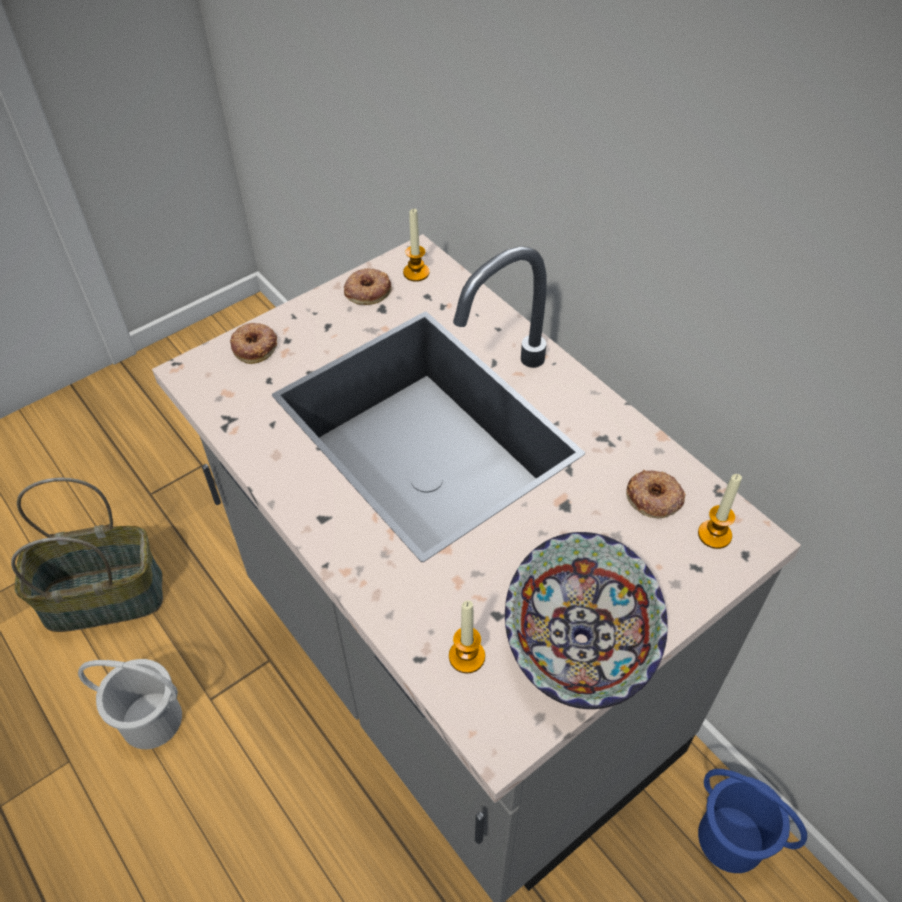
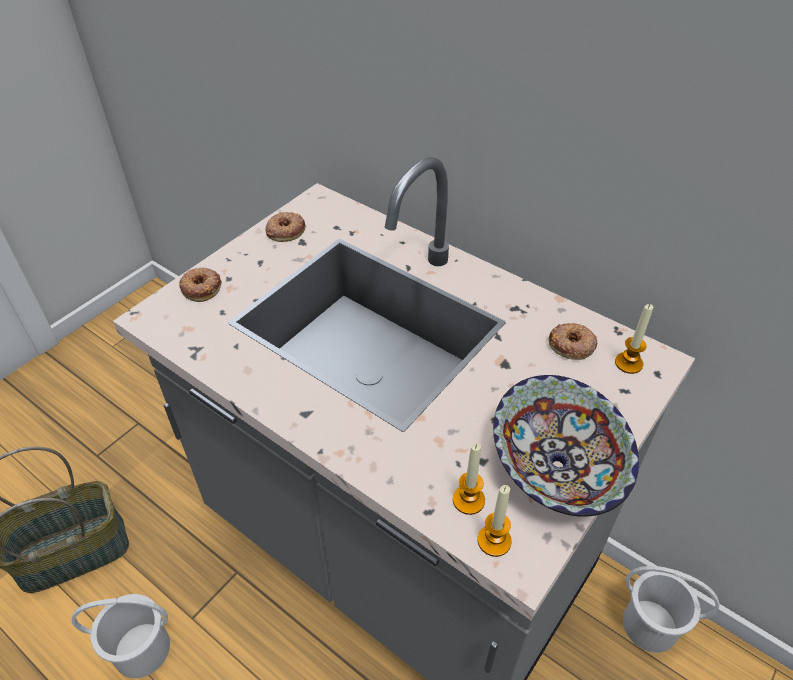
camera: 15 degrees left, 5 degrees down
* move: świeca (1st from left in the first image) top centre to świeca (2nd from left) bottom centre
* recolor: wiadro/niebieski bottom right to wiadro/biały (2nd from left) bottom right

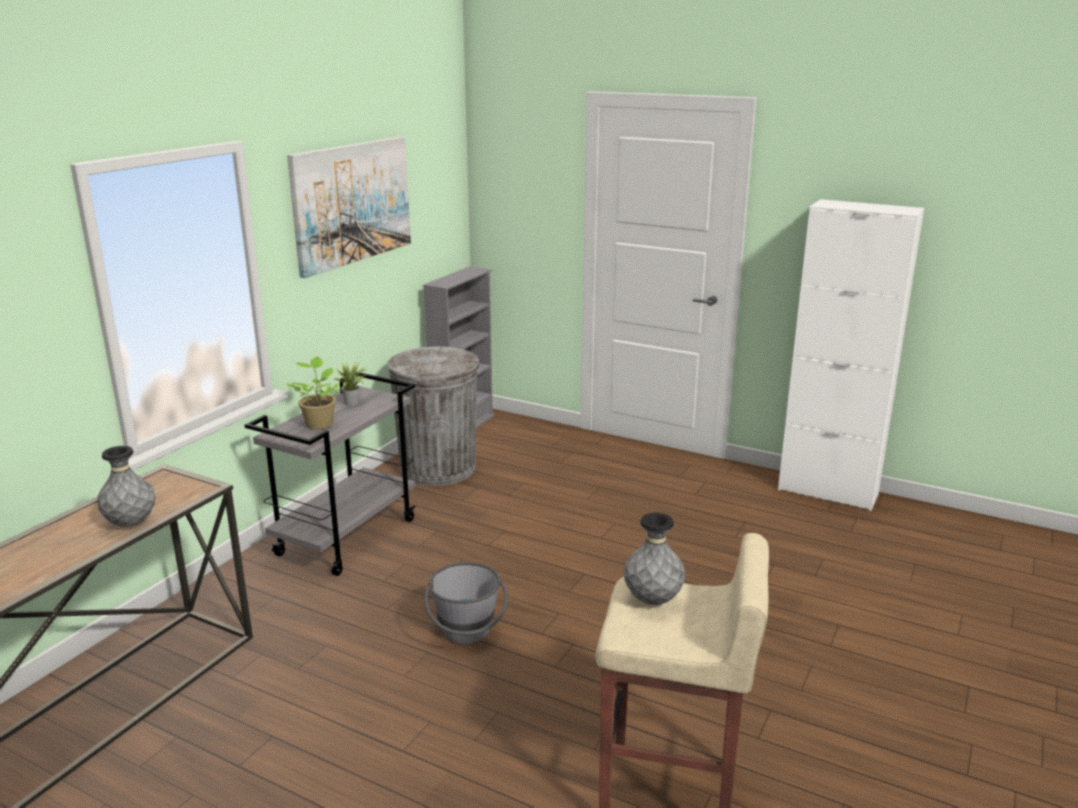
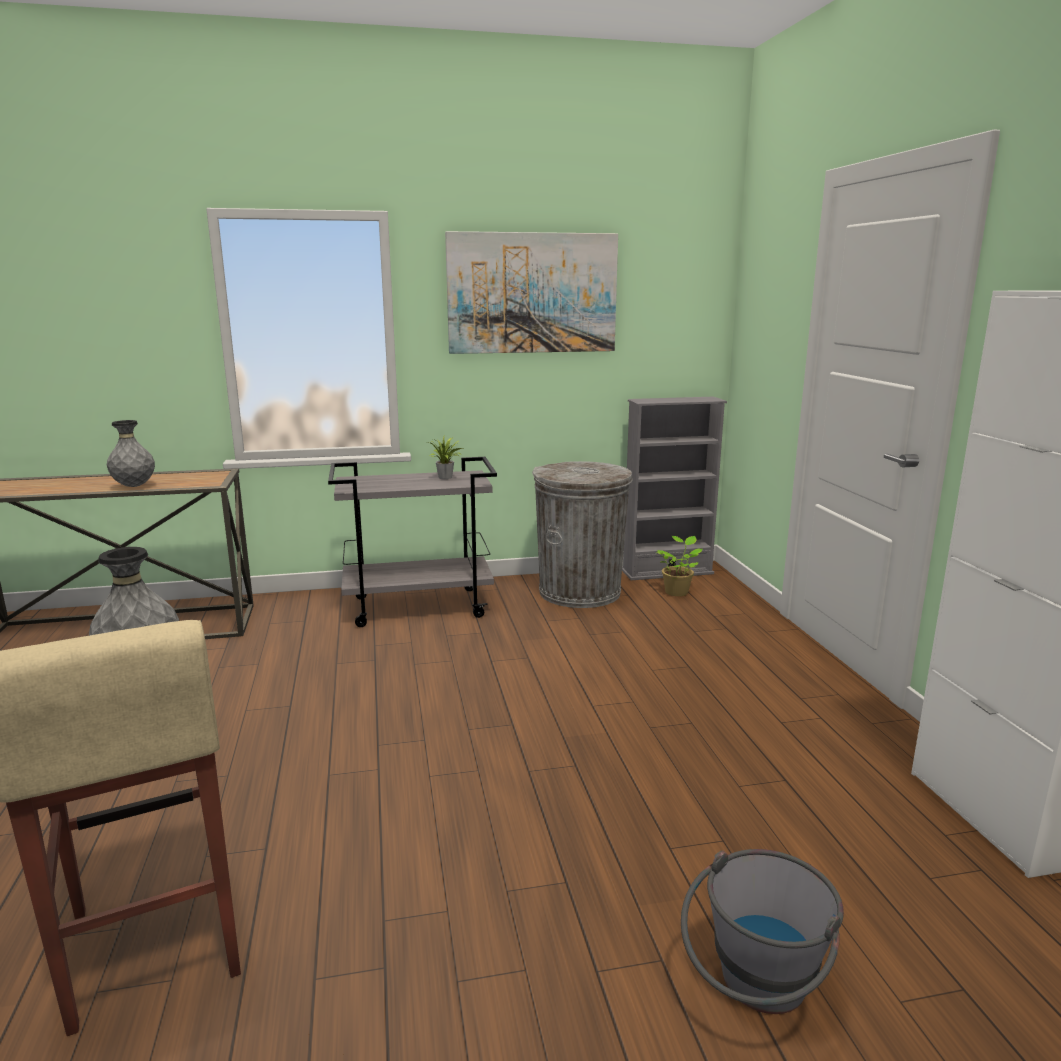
camera: 50 degrees right, 5 degrees down
* move: roślina doniczkowa (1st from left in the first image) middle left to roślina doniczkowa (2nd from left) centre
* move: wiadro/szary bottom centre to bottom right

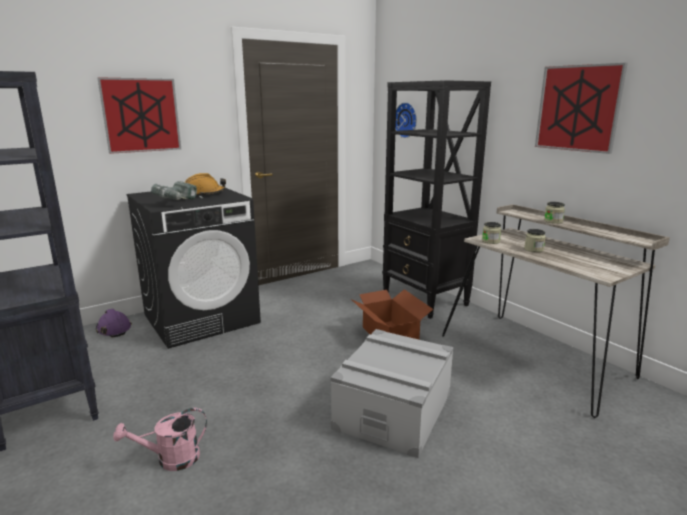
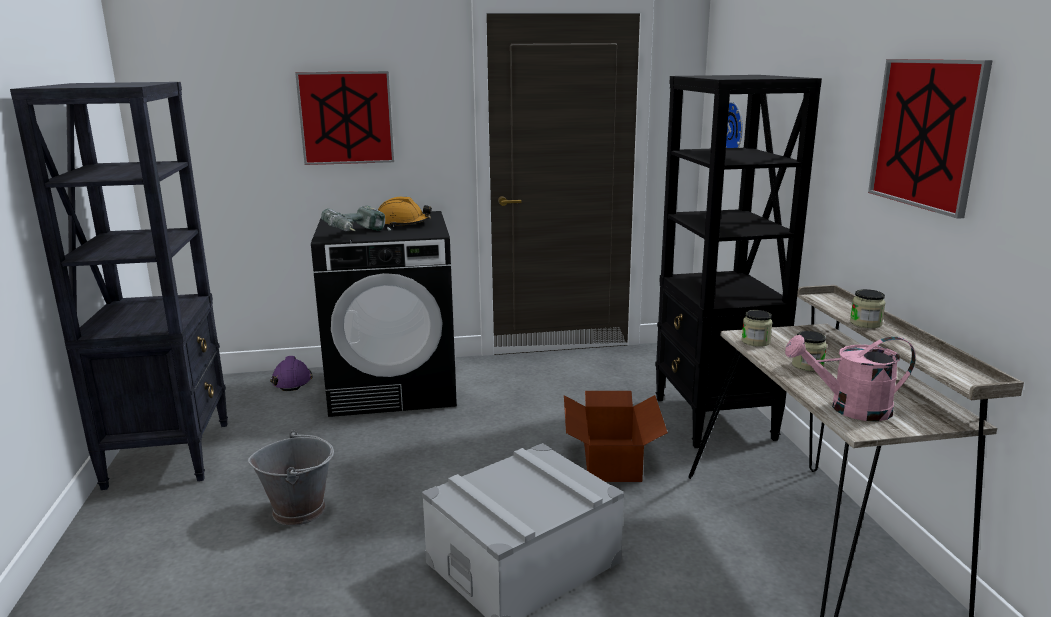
camera: 25 degrees right, 0 degrees up
* insert: wiadro/szary bottom left
* move: konewka/różowy bottom left to middle right

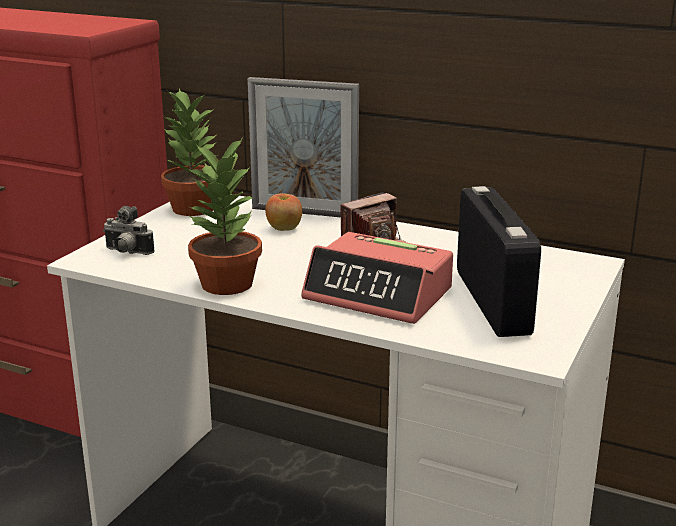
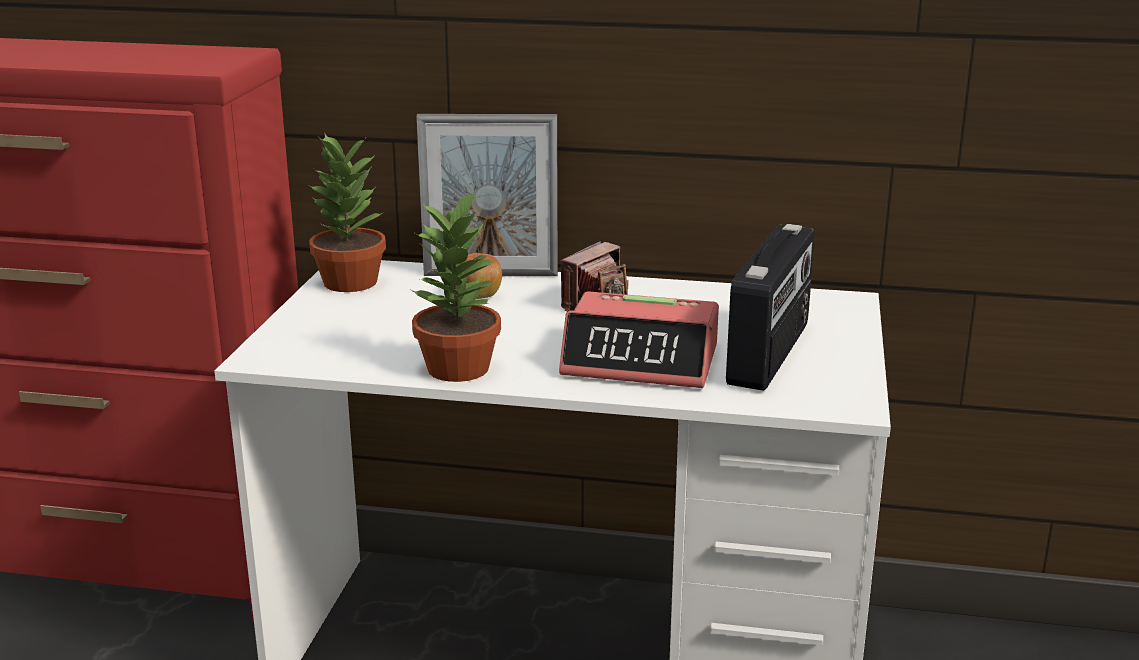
camera: 15 degrees left, 0 degrees up
* rotate: radio middle right = middle right 45 degrees clockwise
* delete: aparat fotograficzny (1st from left) middle left

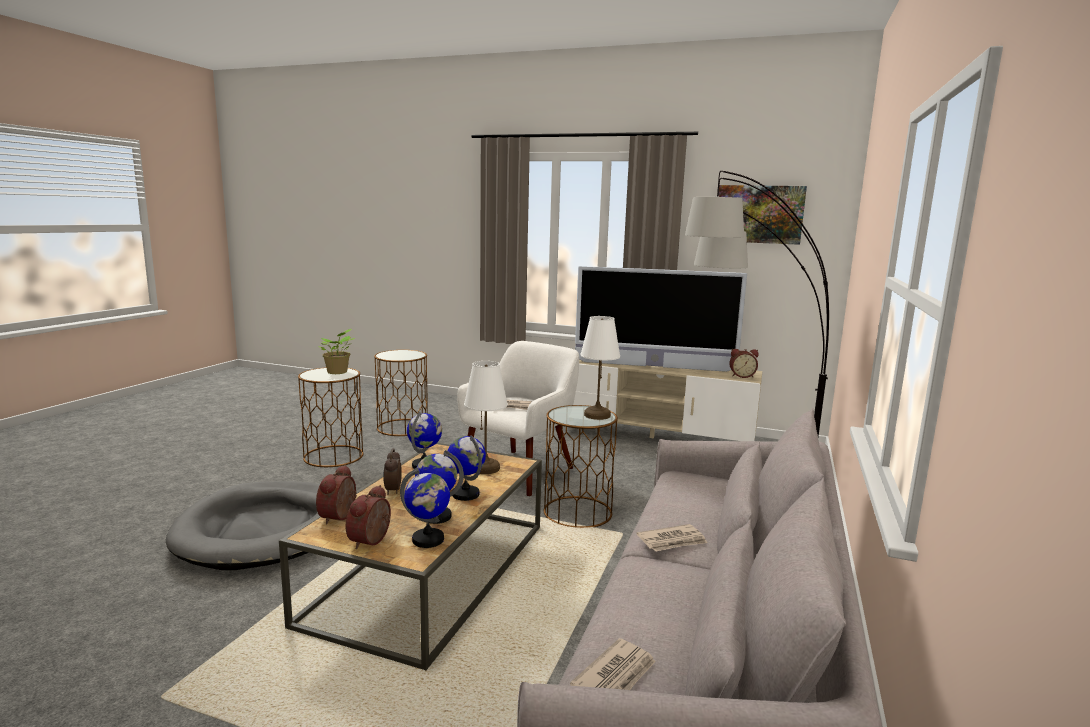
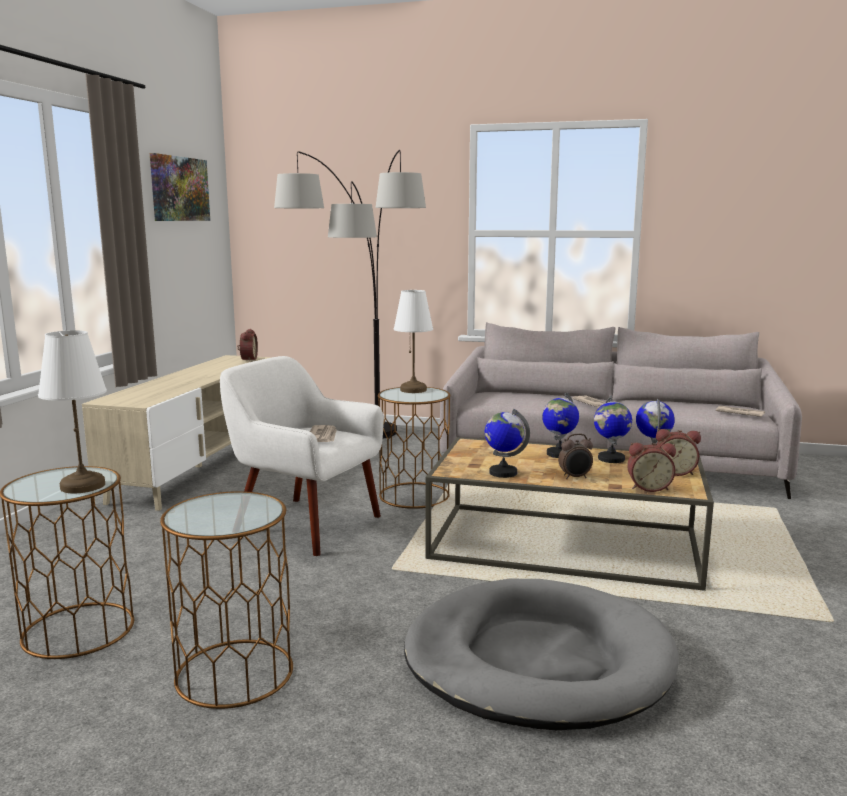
camera: 95 degrees left, 0 degrees up
* move: lampa stołowa/biały (1st from left) centre to middle left
* delete: roślina doniczkowa middle left
* delete: telewizor centre

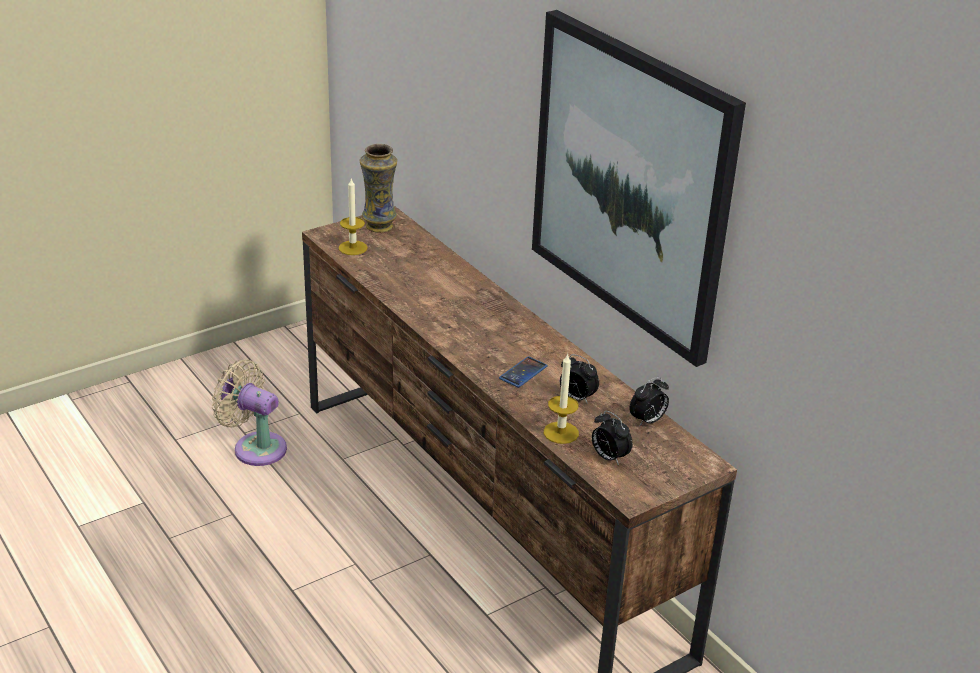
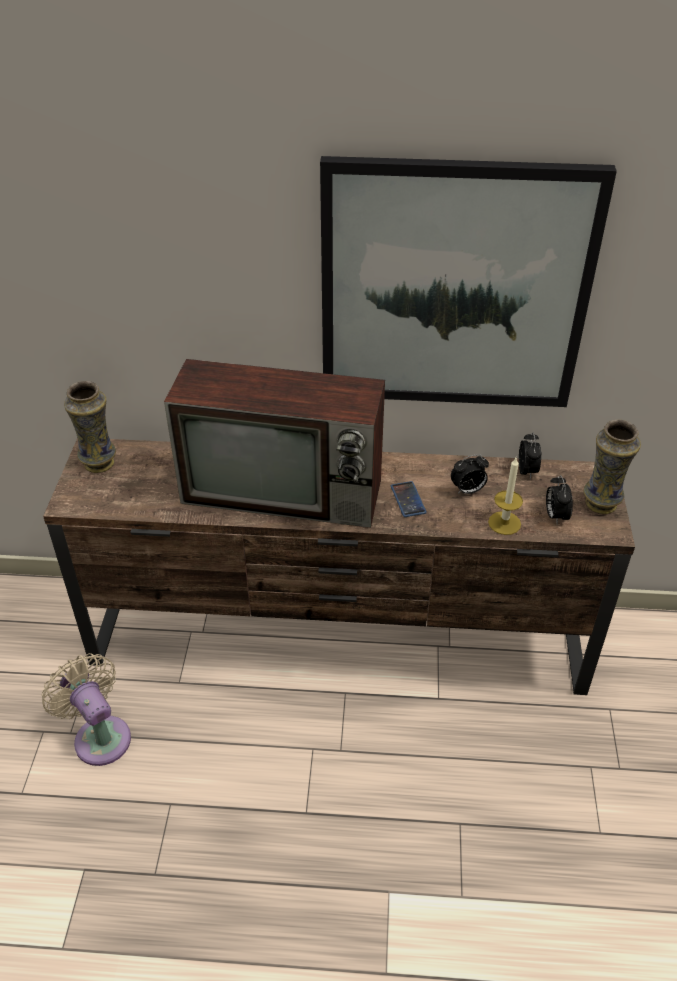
camera: 50 degrees left, 10 degrees up
* rotate: wentylator/beżowy middle left = bottom left 75 degrees clockwise
* insert: telewizor centre
* rotate: budzik (2nd from left in the first image) centre = middle right 90 degrees clockwise
* insert: wazon (2nd from left) middle right
* delete: świeca (1st from left) top centre

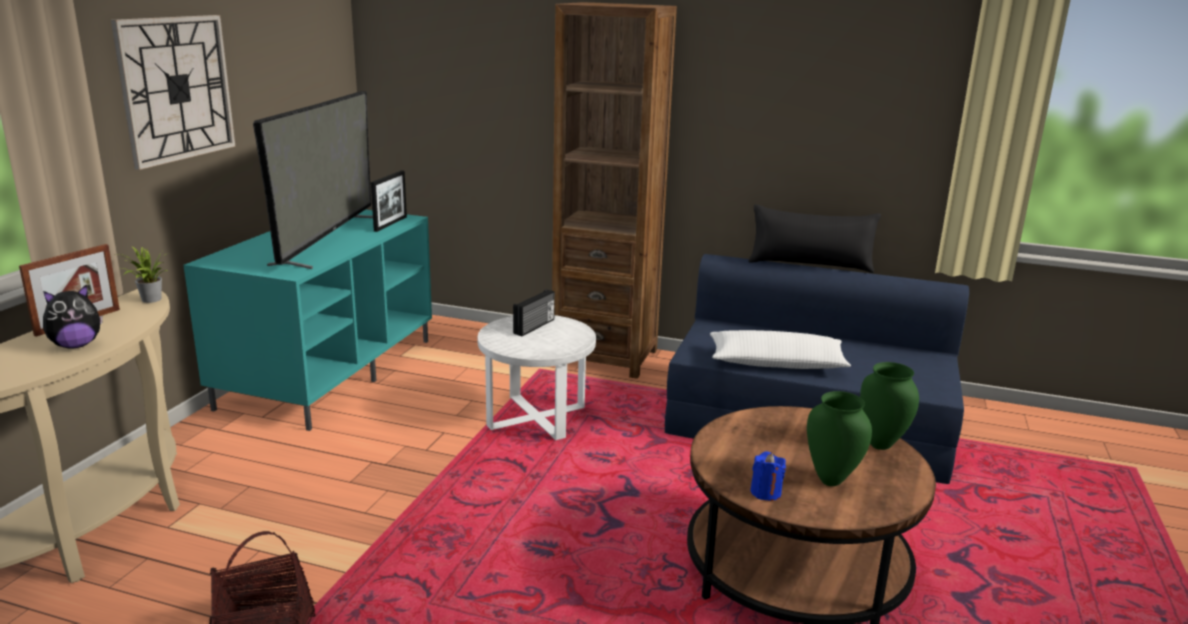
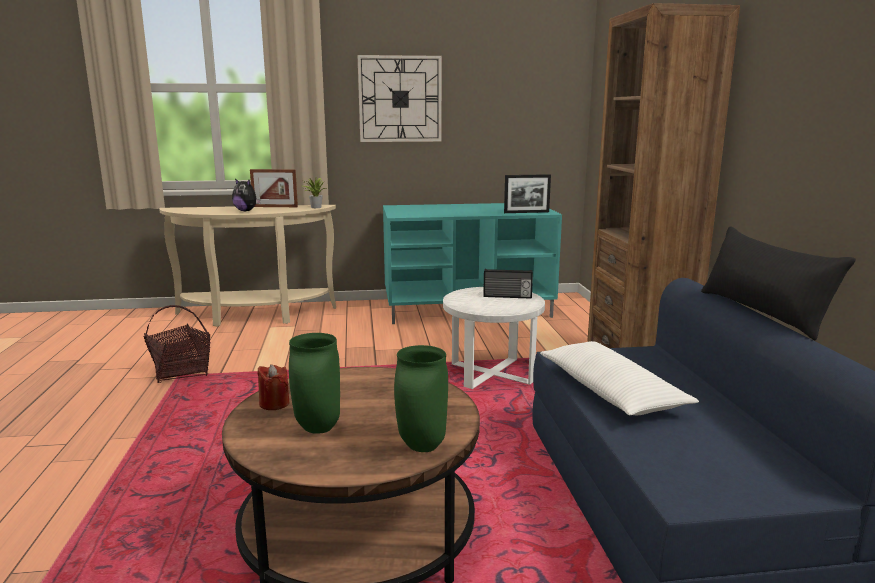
camera: 65 degrees right, 5 degrees down
* recolor: świeca/niebieski bottom centre to świeca/czerwony middle left
* delete: telewizor top left

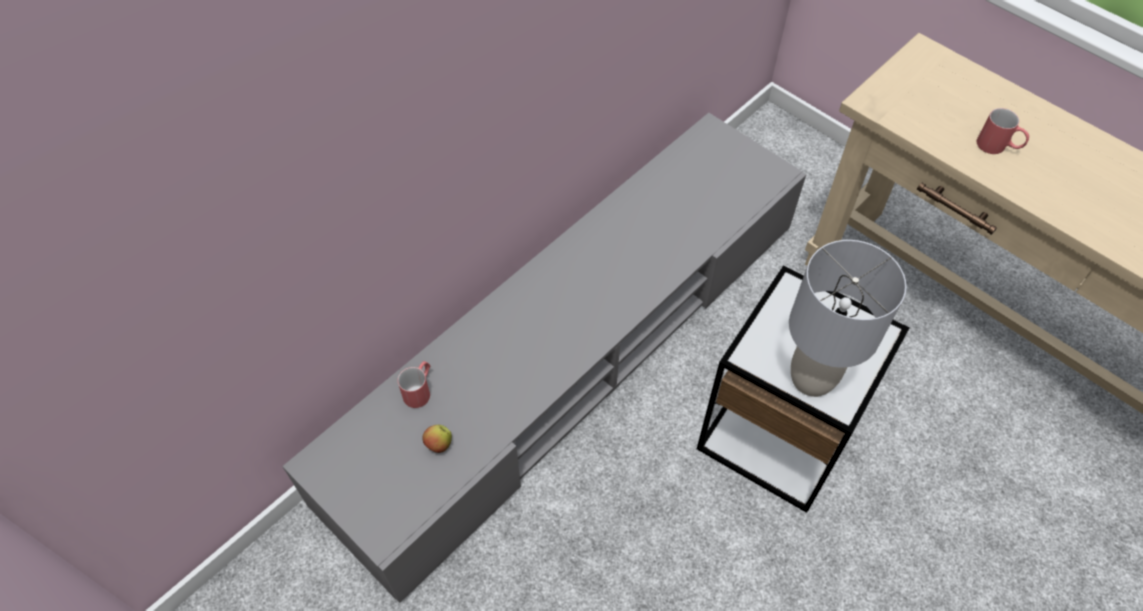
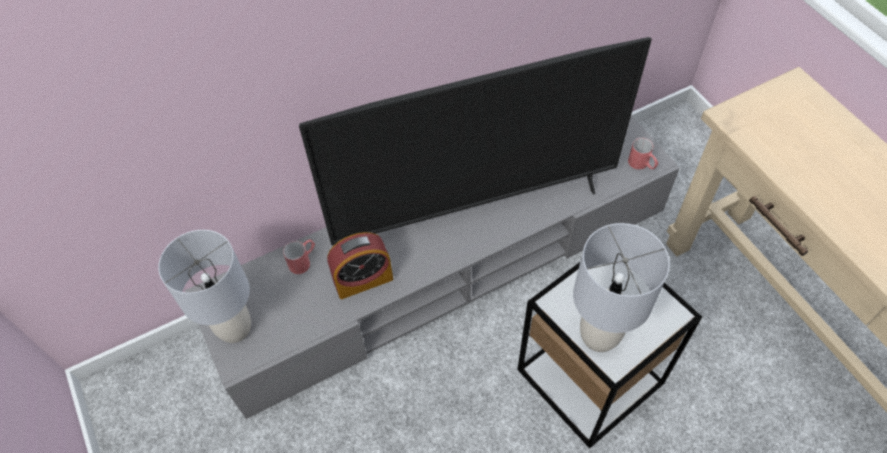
camera: 20 degrees right, 0 degrees up
* insert: lampa stołowa/szary (1st from left) middle left
* insert: telewizor top centre
* insert: budzik centre
* move: kubek/czerwony (2nd from left) top right to middle right
* delete: jabłko bottom centre

